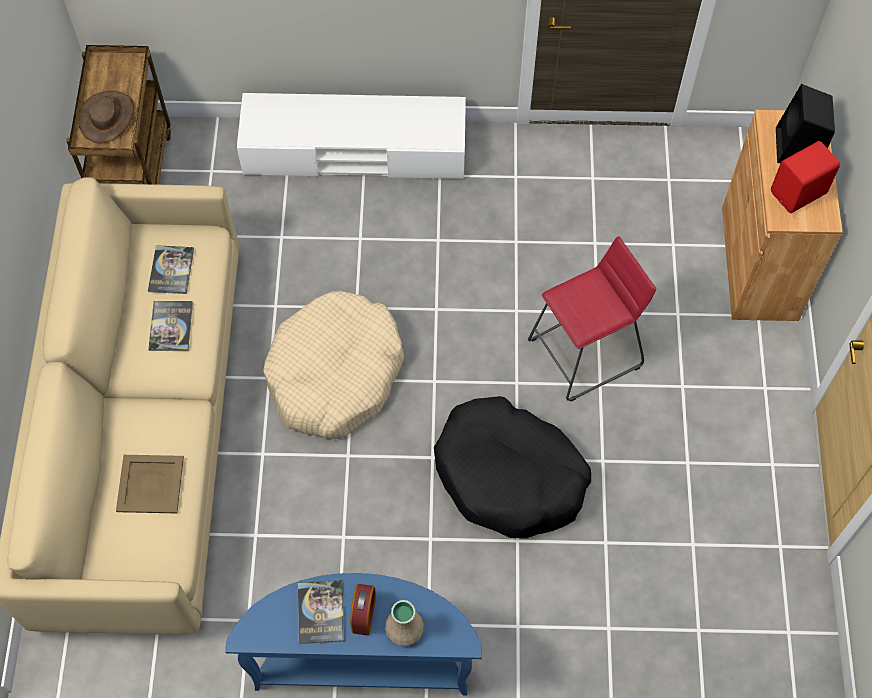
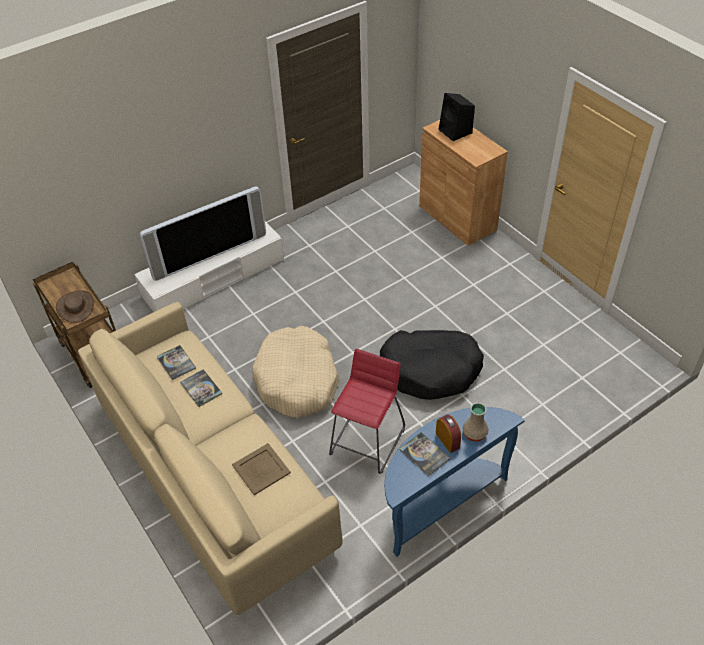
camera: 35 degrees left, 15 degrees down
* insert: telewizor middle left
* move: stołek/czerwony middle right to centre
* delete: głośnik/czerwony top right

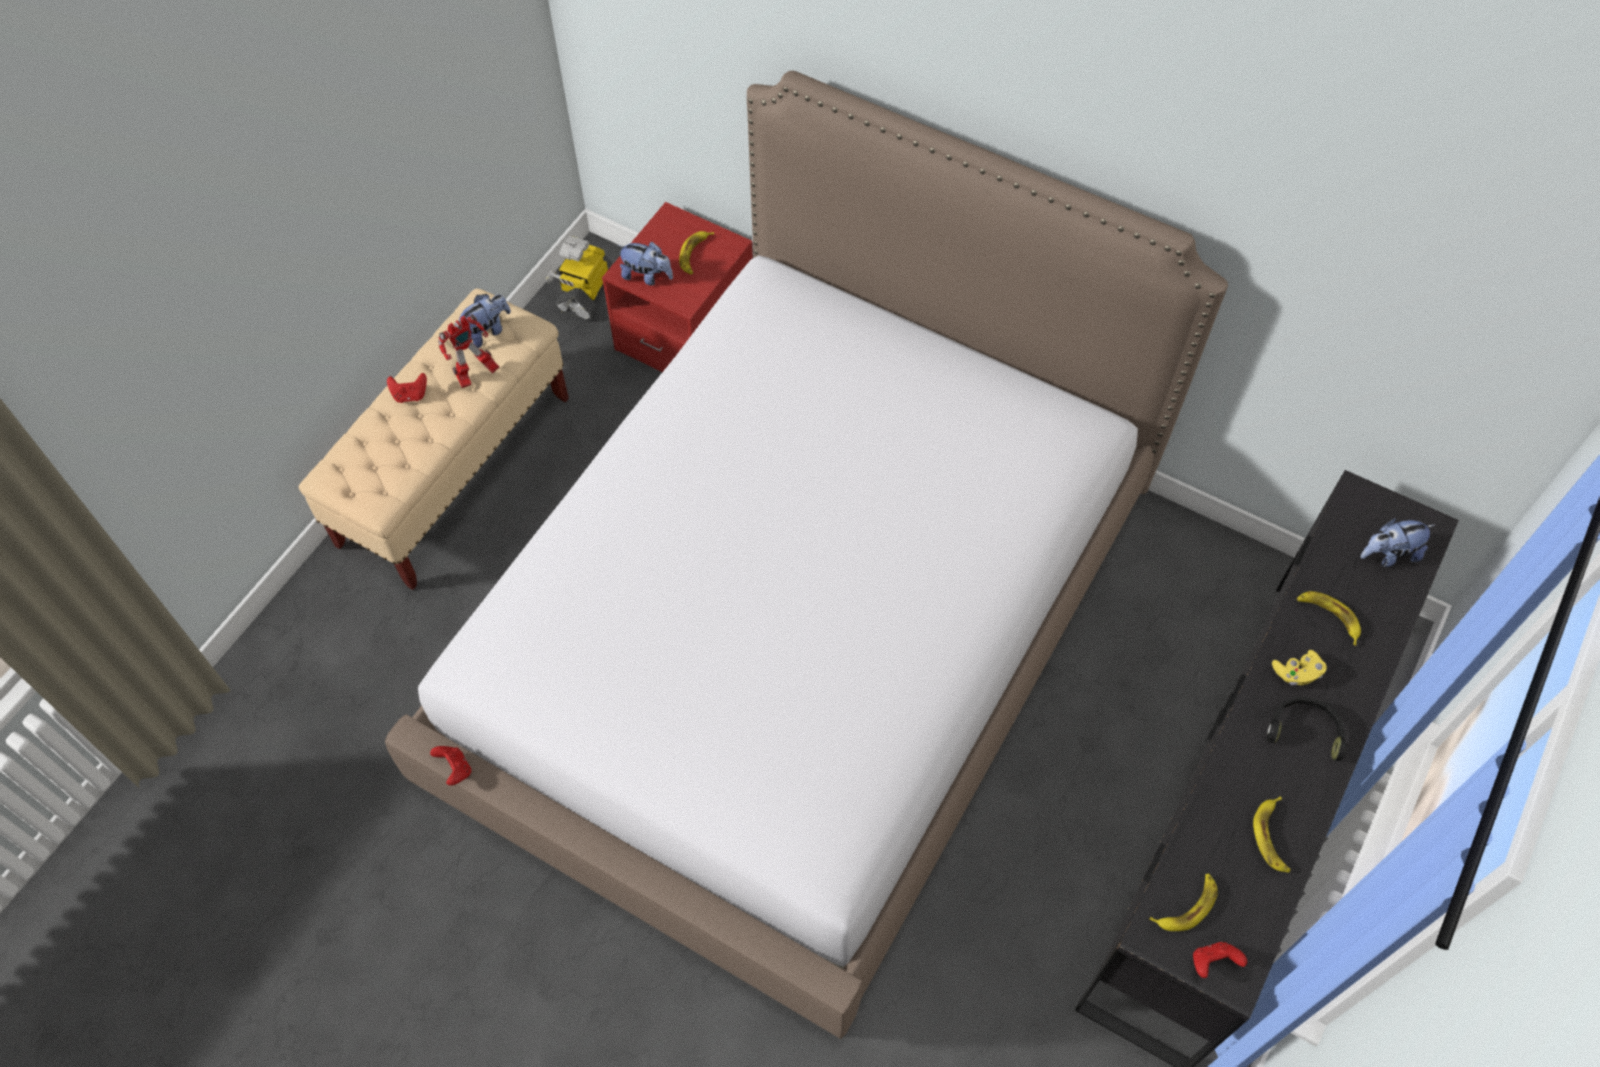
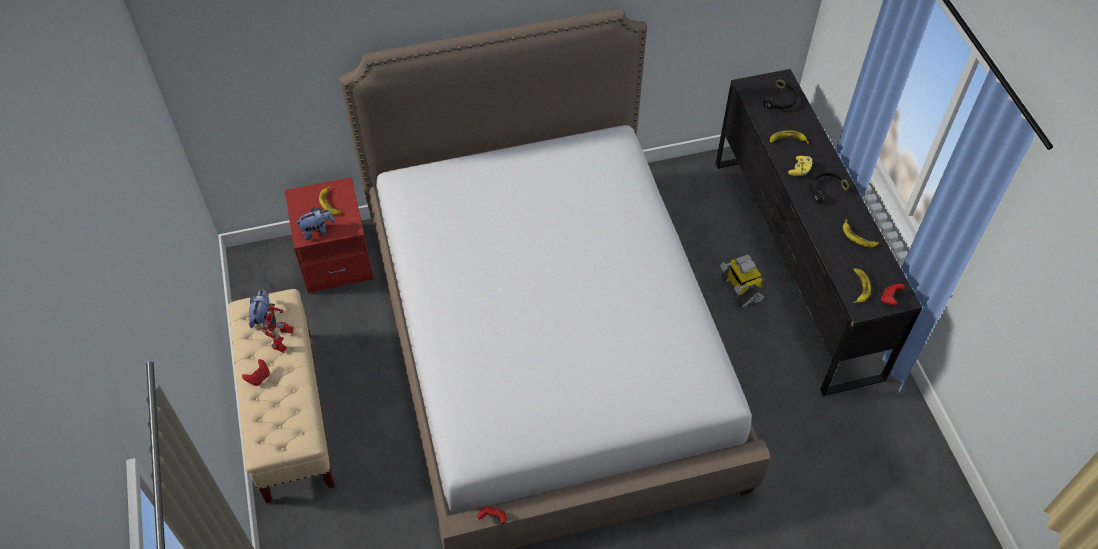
camera: 45 degrees left, 5 degrees down
* move: robot zabawkowy (2nd from left) top centre to middle right
* replace: pluszak (3rd from left) middle right to słuchawki/czarny (1st from left) top right

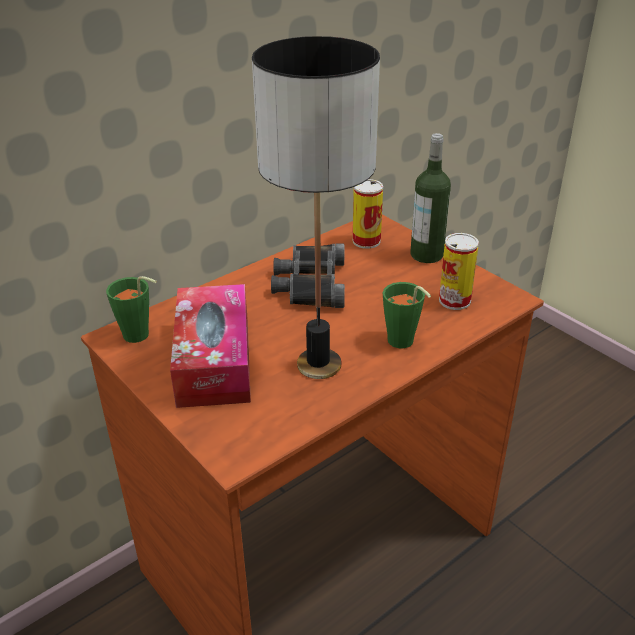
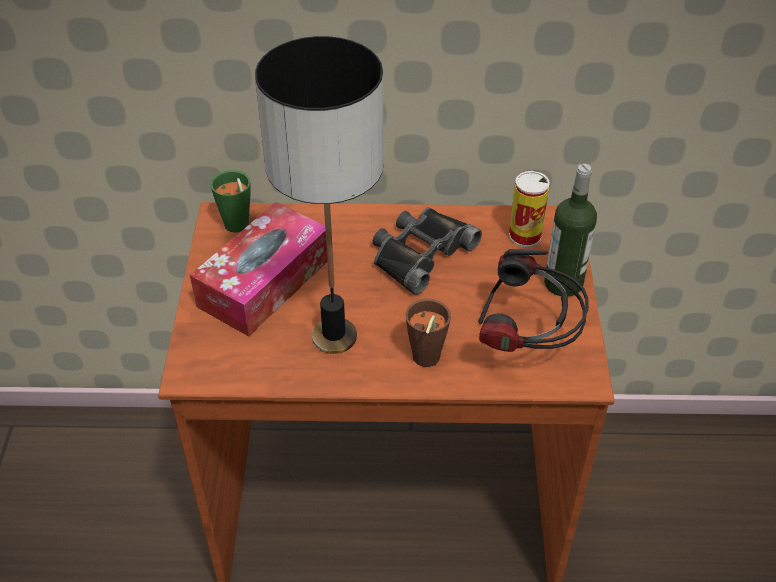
camera: 40 degrees right, 10 degrees up
* recolor: filiżanka/zielony (2nd from left) centre to filiżanka/brązowy centre
* replace: puszka (2nd from left) middle right to słuchawki middle right

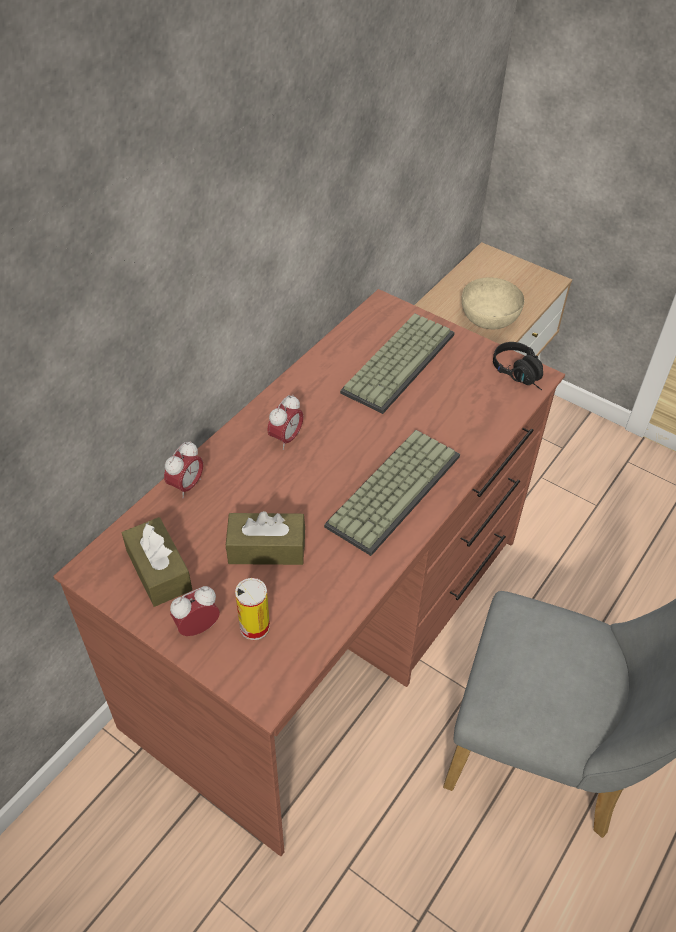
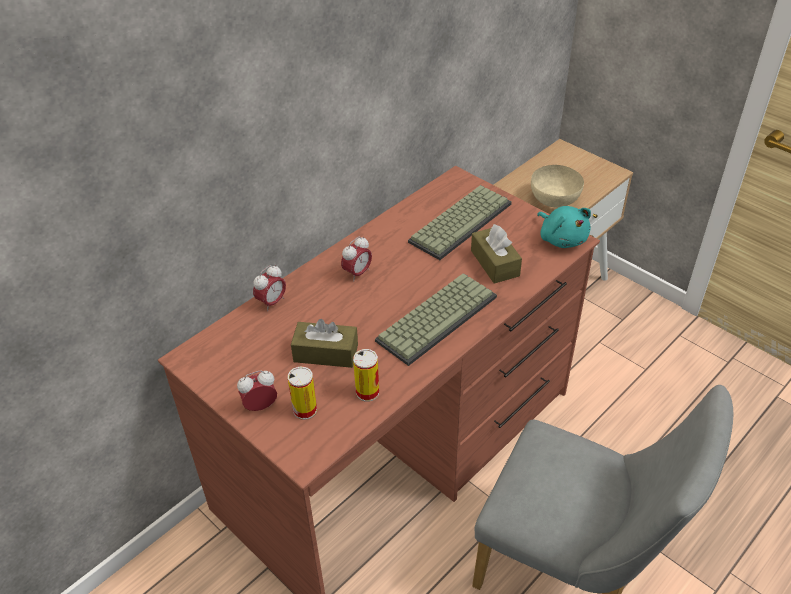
camera: 10 degrees right, 5 degrees down
* insert: puszka (2nd from left) centre
* move: pudełko chusteczek/brązowy (1st from left in the first image) middle left to pudełko chusteczek/brązowy (2nd from left) centre
* replace: słuchawki/czarny middle right to pluszak/turkusowy middle right

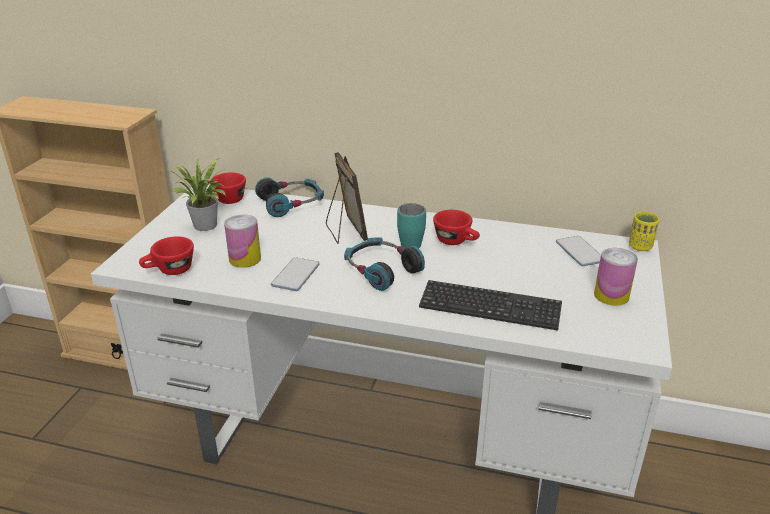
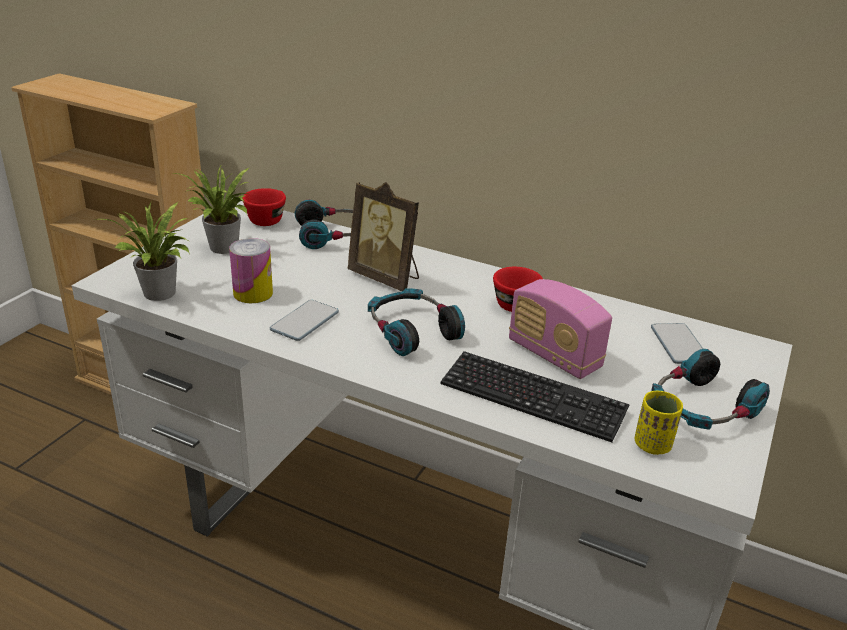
camera: 10 degrees right, 0 degrees up
* replace: filiżanka/czerwony (1st from left) middle left to roślina doniczkowa (1st from left) middle left
* rotate: ramka na zdjęcie centre = centre 135 degrees clockwise
* insert: radio centre
* move: filiżanka/żółty middle right to bottom right
* replace: puszka (2nd from left) middle right to słuchawki (3rd from left) middle right
* delete: kubek/turkusowy centre

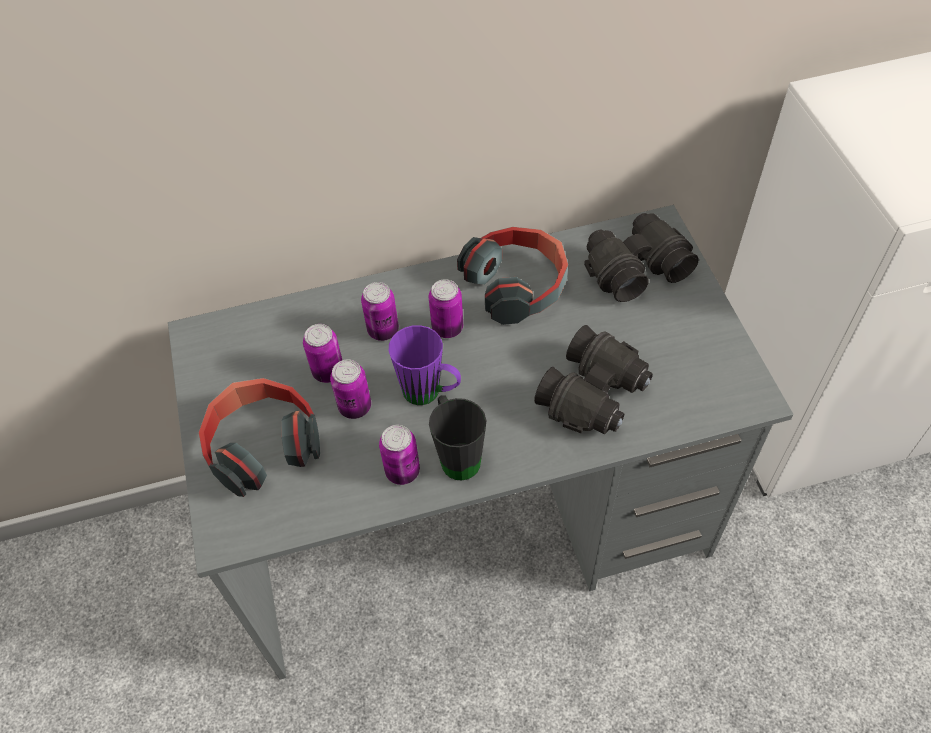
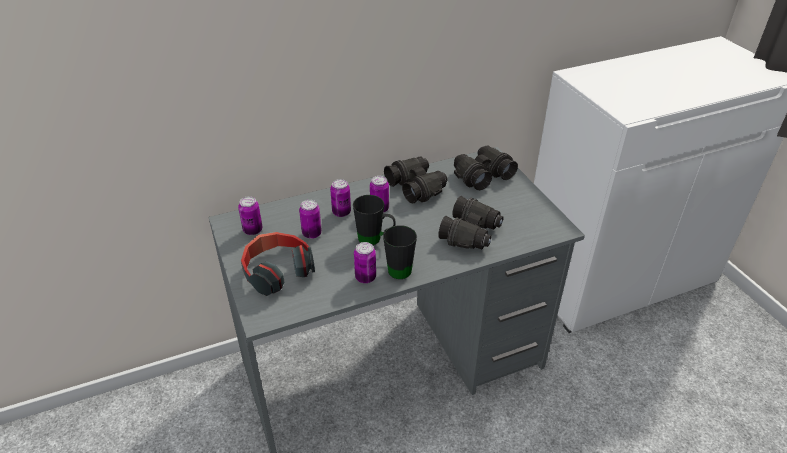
camera: 10 degrees left, 15 degrees down
* move: puszka (2nd from left in the first image) centre to puszka (1st from left) middle left
* recolor: kubek/fioletowy centre to kubek/czarny (1st from left) centre
* replace: słuchawki (2nd from left) centre to lornetka/czarny (1st from left) centre

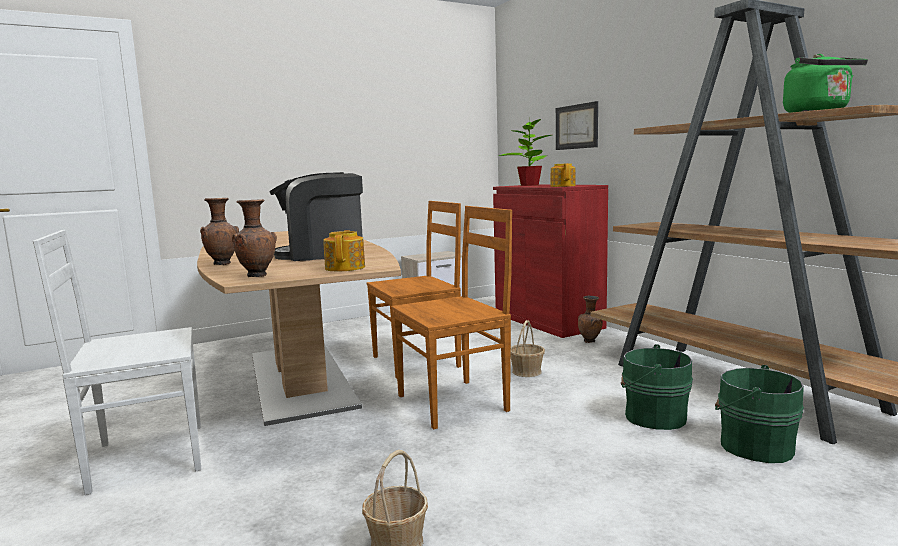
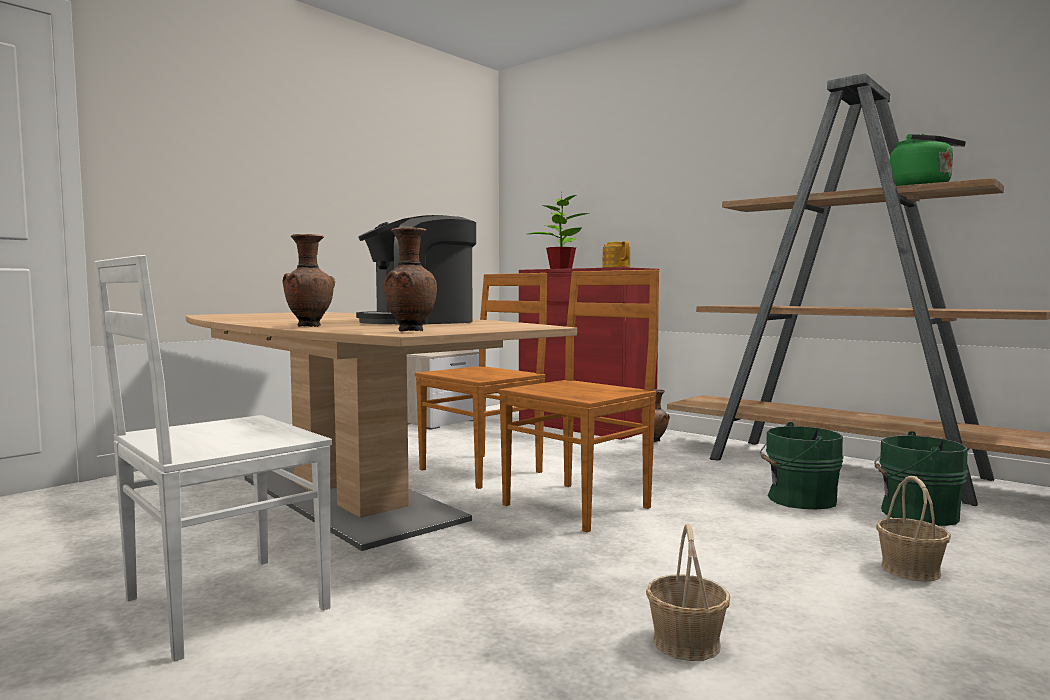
camera: 20 degrees left, 5 degrees down
* move: koszyk (2nd from left) centre to bottom right
* delete: imbryk (1st from left) centre
* delete: obraz top centre

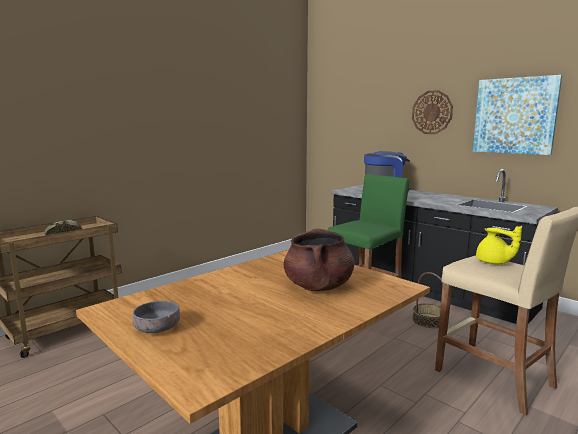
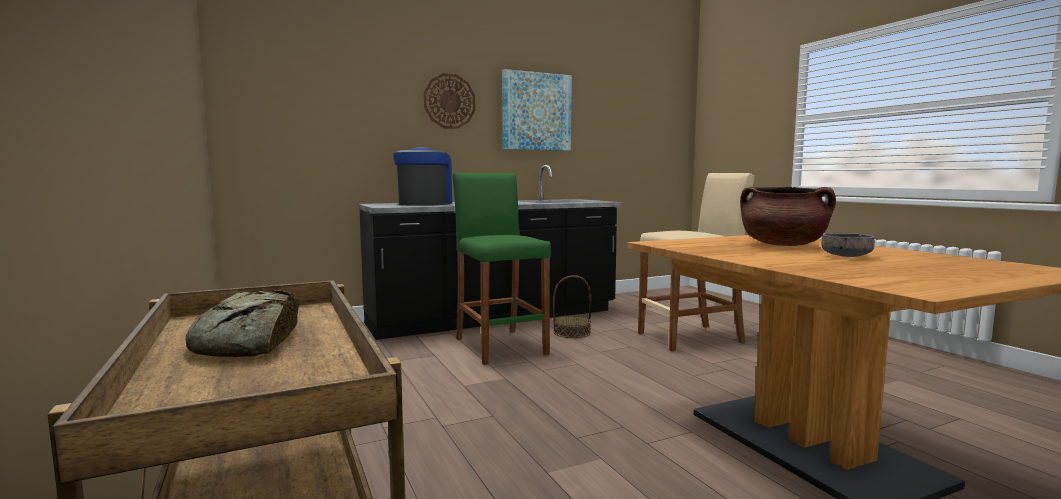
camera: 70 degrees left, 5 degrees down
* move: miska/szary bottom left to middle right
* delete: imbryk/żółty middle right

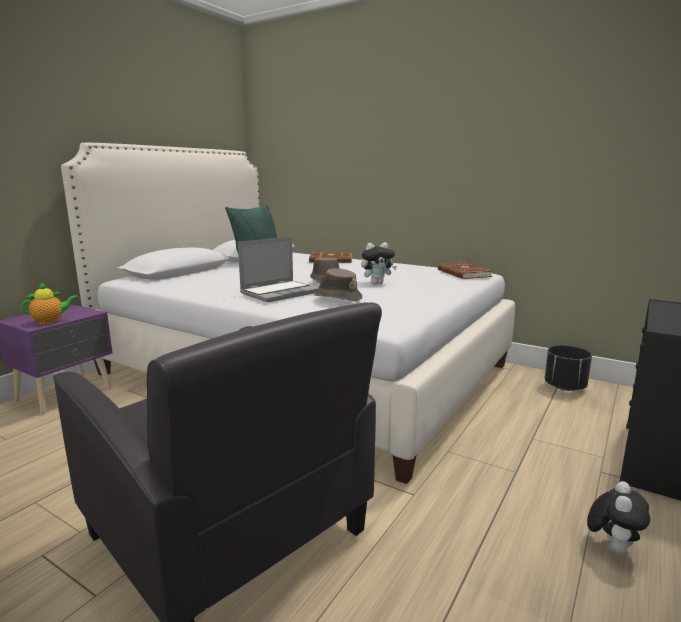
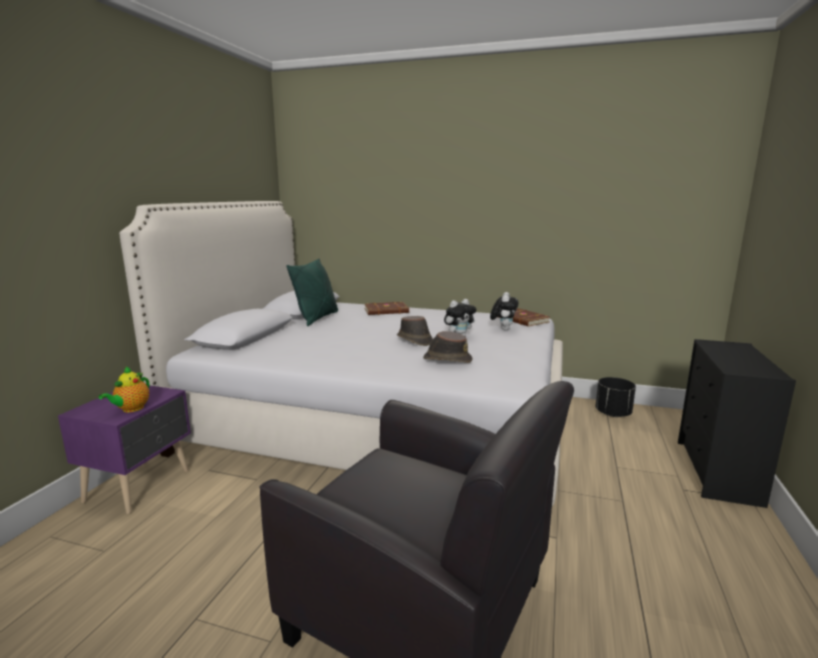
camera: 15 degrees left, 0 degrees up
* rotate: imbryk middle left = middle left 150 degrees clockwise
* move: pluszak (2nd from left) bottom right to centre
* delete: laptop centre

